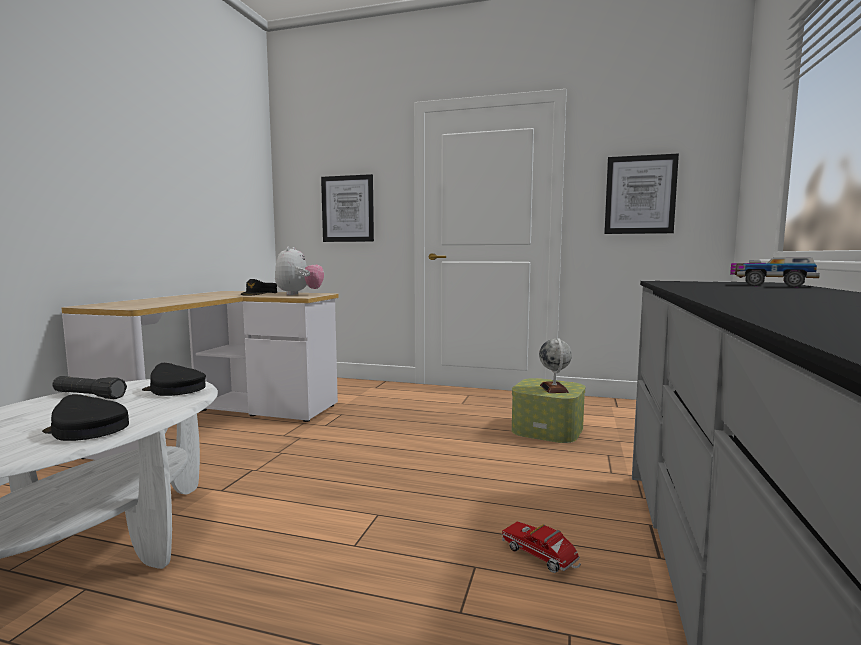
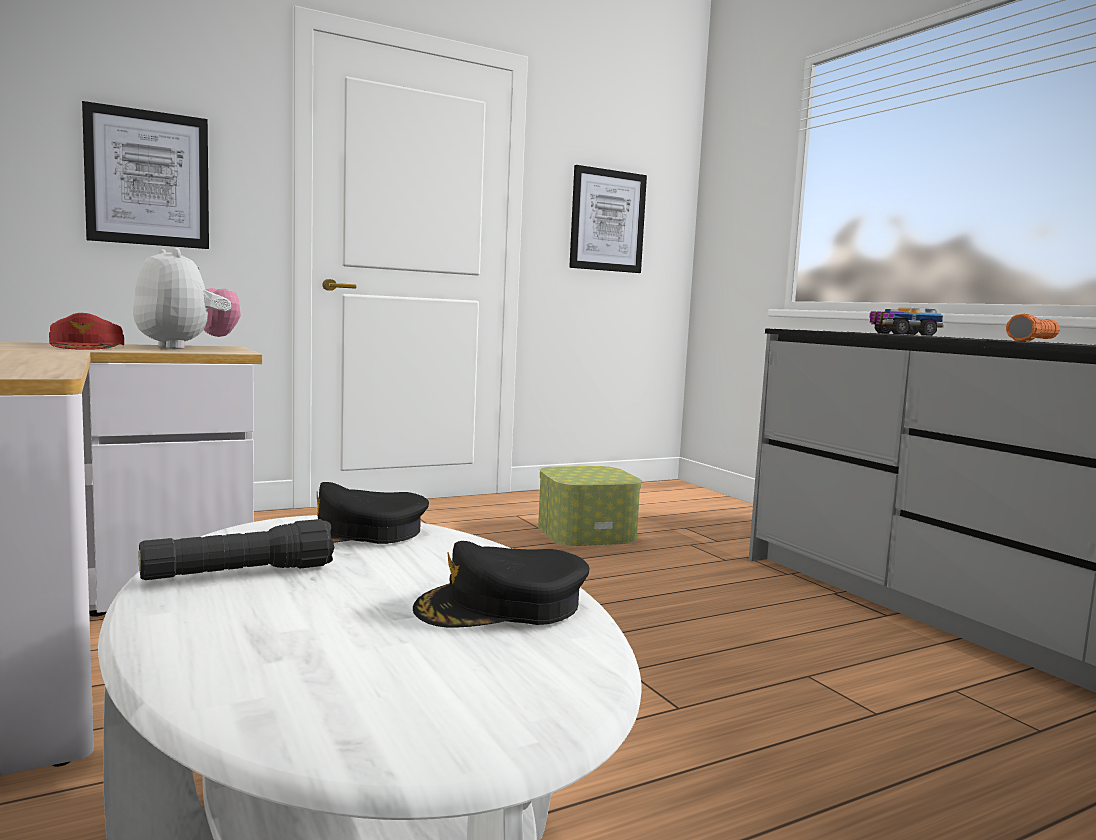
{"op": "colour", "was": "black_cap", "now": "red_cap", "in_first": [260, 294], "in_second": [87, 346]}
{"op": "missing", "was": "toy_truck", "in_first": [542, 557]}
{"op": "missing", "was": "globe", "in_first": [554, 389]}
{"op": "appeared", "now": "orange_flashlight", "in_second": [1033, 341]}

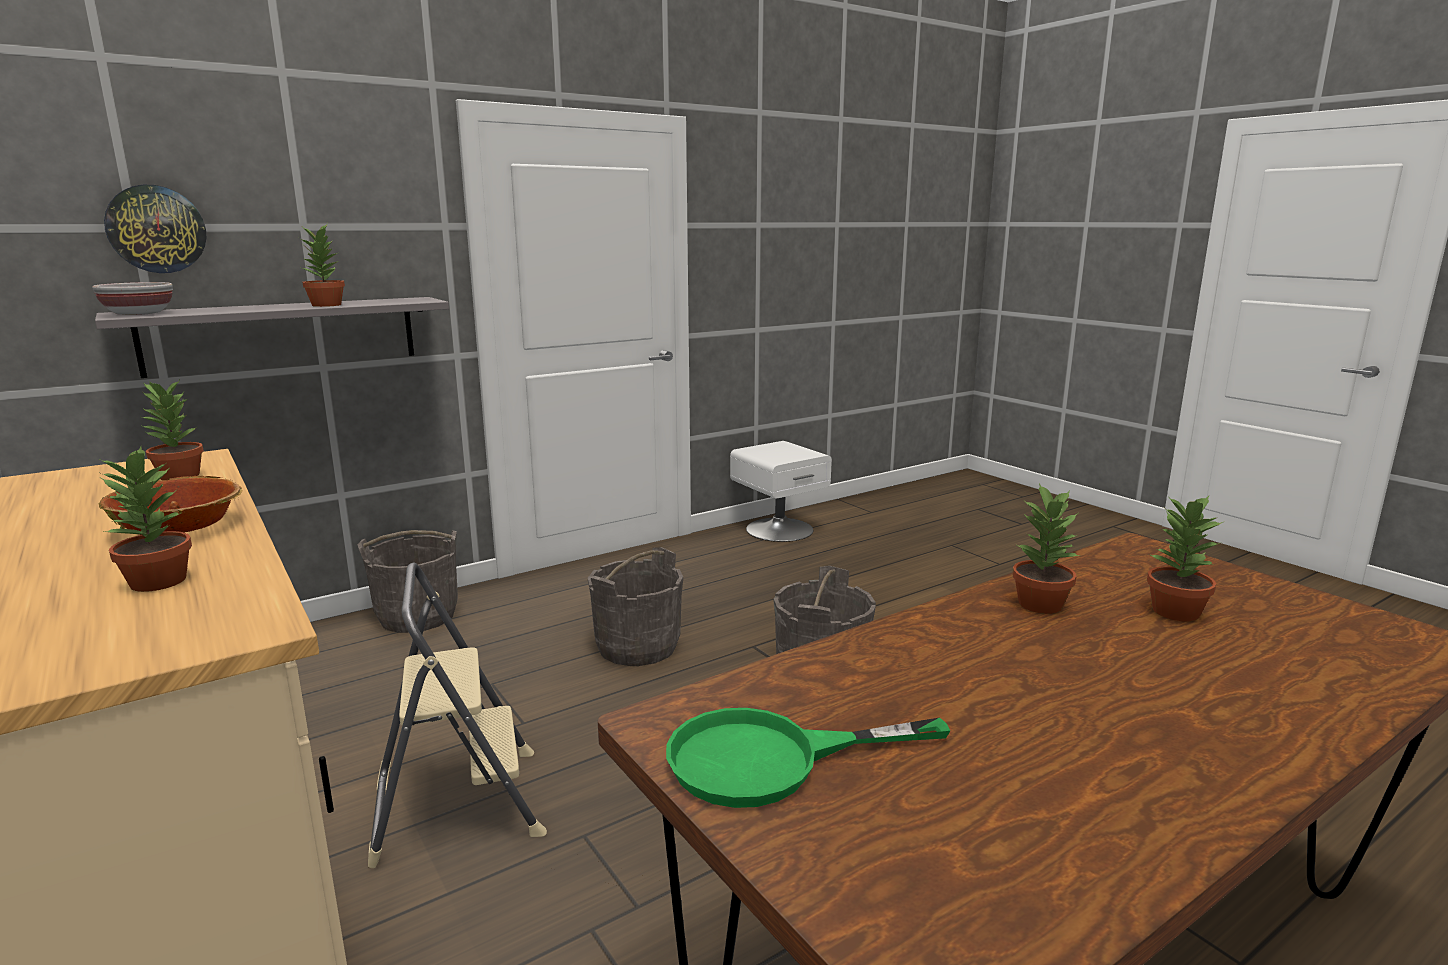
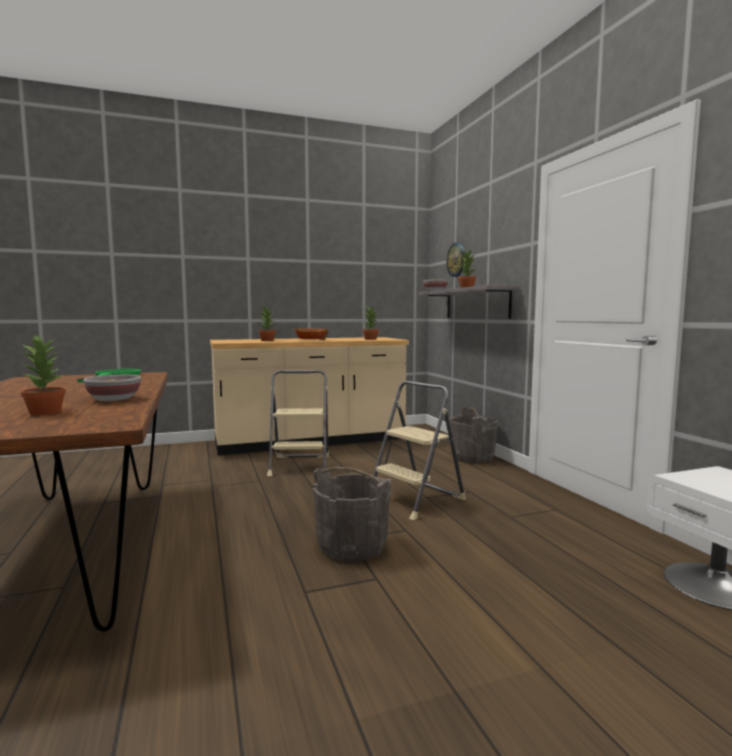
{"op": "exchanged", "was": "grey_bucket", "now": "beige_step_ladder", "in_first": [637, 647], "in_second": [418, 498]}
{"op": "exchanged", "was": "potted_plant", "now": "bowl", "in_first": [1040, 604], "in_second": [114, 399]}

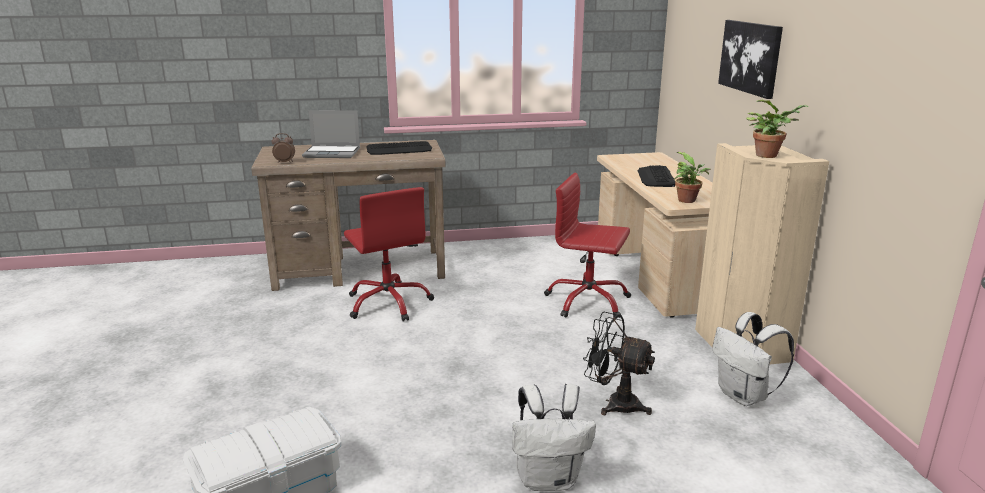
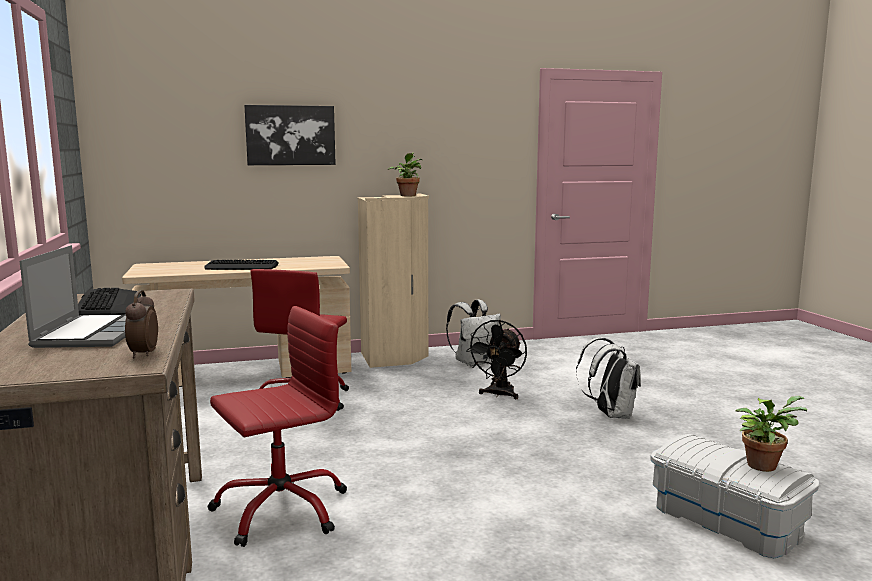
{"op": "relocated", "was": "potted_plant", "in_first": [688, 201], "in_second": [763, 464]}

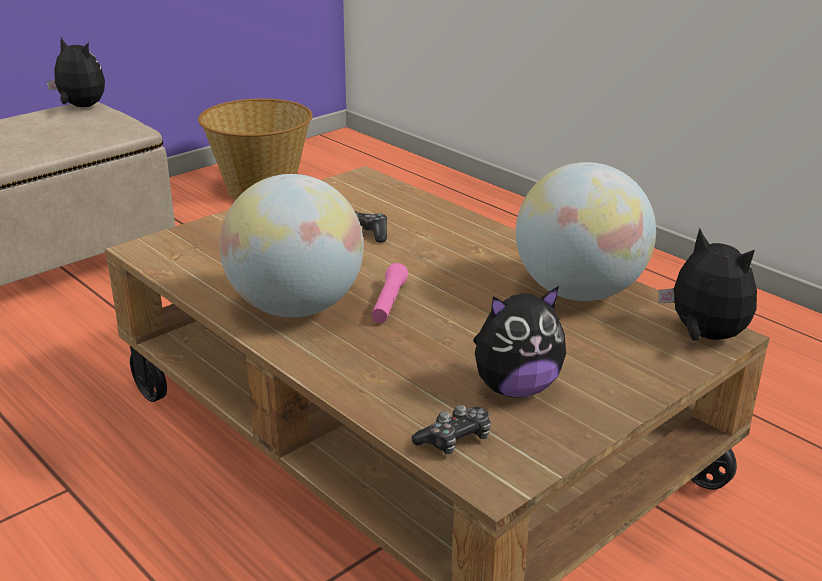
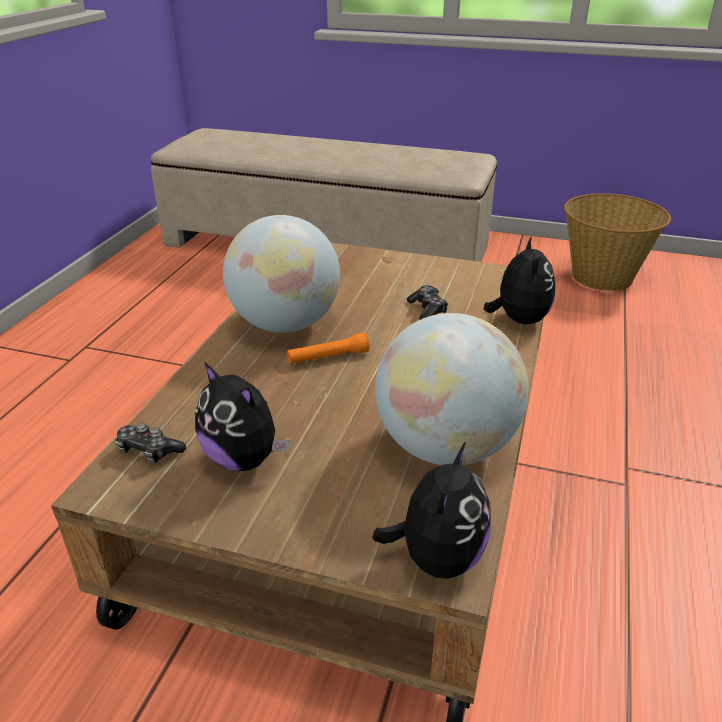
{"op": "relocated", "was": "plush_toy", "in_first": [81, 107], "in_second": [518, 320]}
{"op": "colour", "was": "pink_flashlight", "now": "orange_flashlight", "in_first": [388, 303], "in_second": [328, 357]}

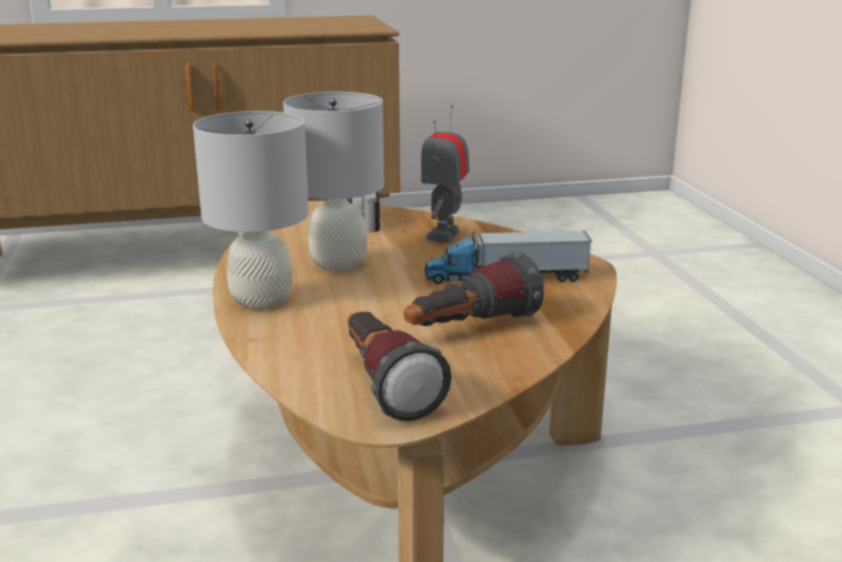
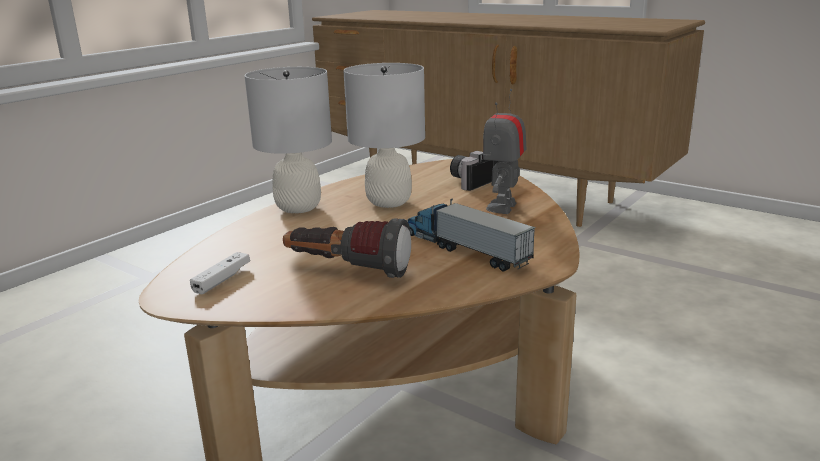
{"op": "exchanged", "was": "flashlight", "now": "white_game_controller", "in_first": [385, 386], "in_second": [222, 279]}
{"op": "spun", "was": "toy_robot", "in_first": [444, 236], "in_second": [502, 207], "clockwise": -45}

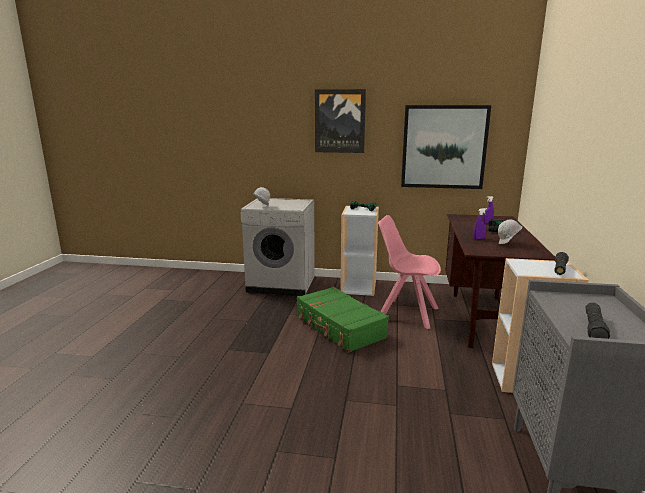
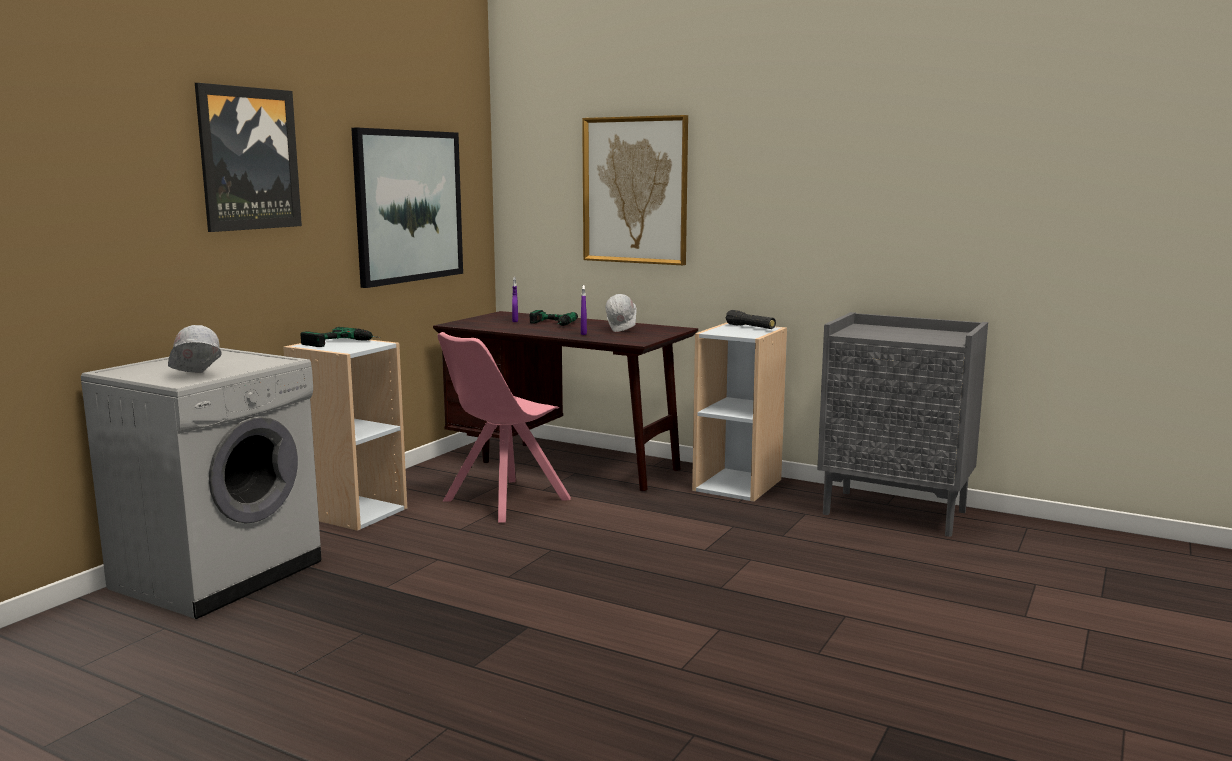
{"op": "missing", "was": "green_suitcase", "in_first": [339, 327]}
{"op": "missing", "was": "black_flashlight", "in_first": [594, 328]}
{"op": "appeared", "now": "picture", "in_second": [635, 190]}

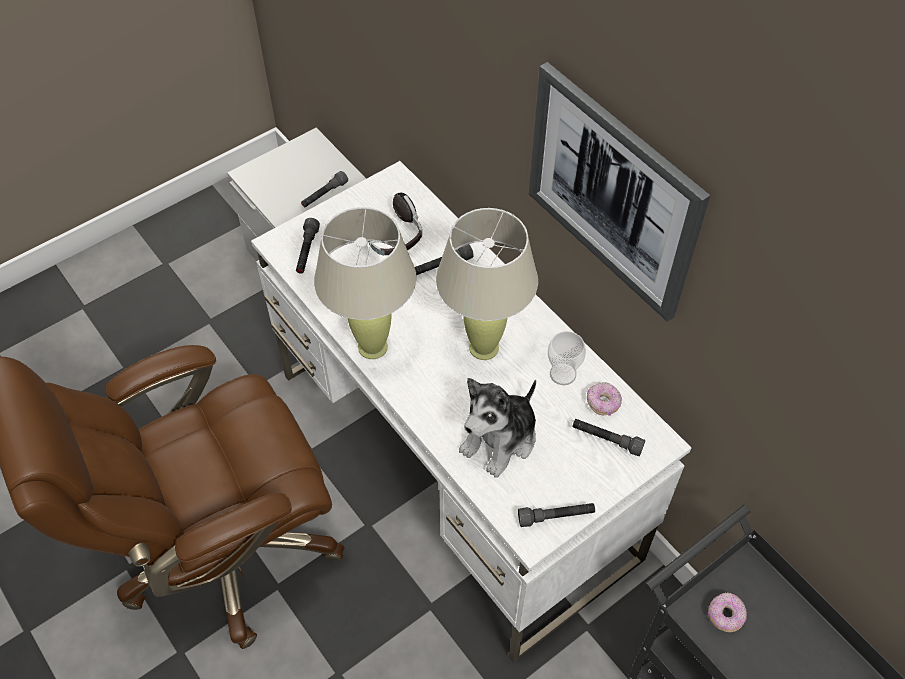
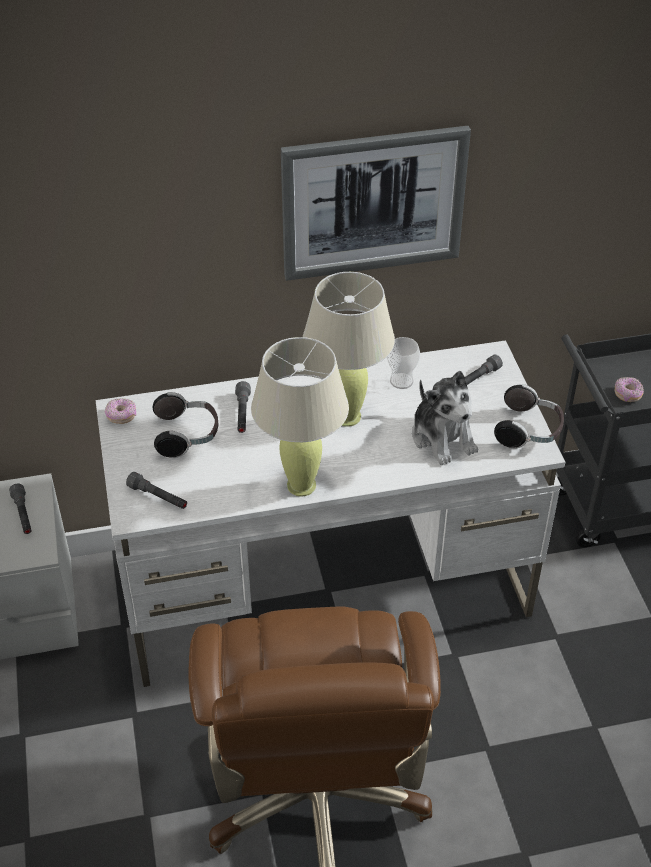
{"op": "exchanged", "was": "grey_flashlight", "now": "headphones", "in_first": [556, 517], "in_second": [529, 431]}
{"op": "relocated", "was": "donut", "in_first": [603, 403], "in_second": [121, 416]}

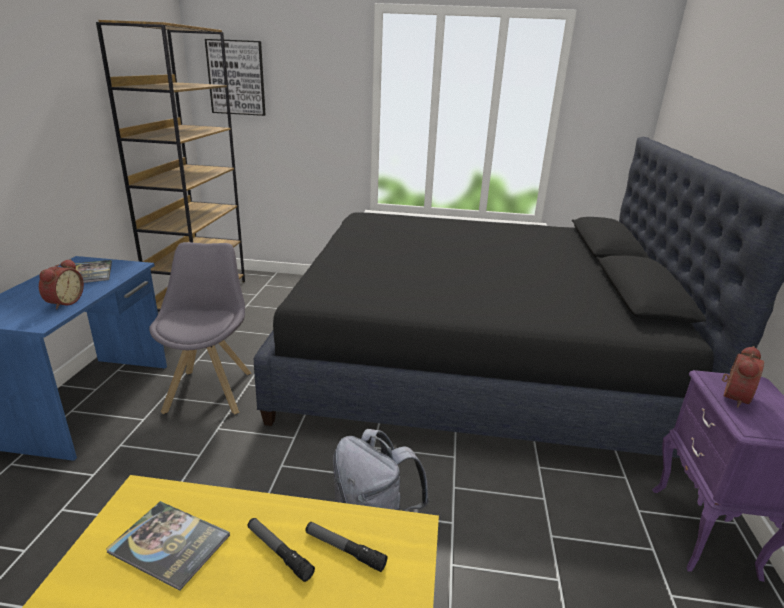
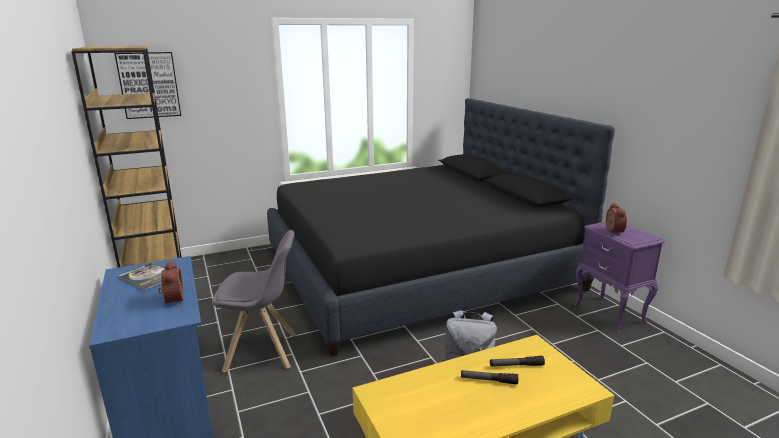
{"op": "missing", "was": "book", "in_first": [169, 544]}
{"op": "spun", "was": "grey_chair", "in_first": [210, 391], "in_second": [262, 352], "clockwise": 120}

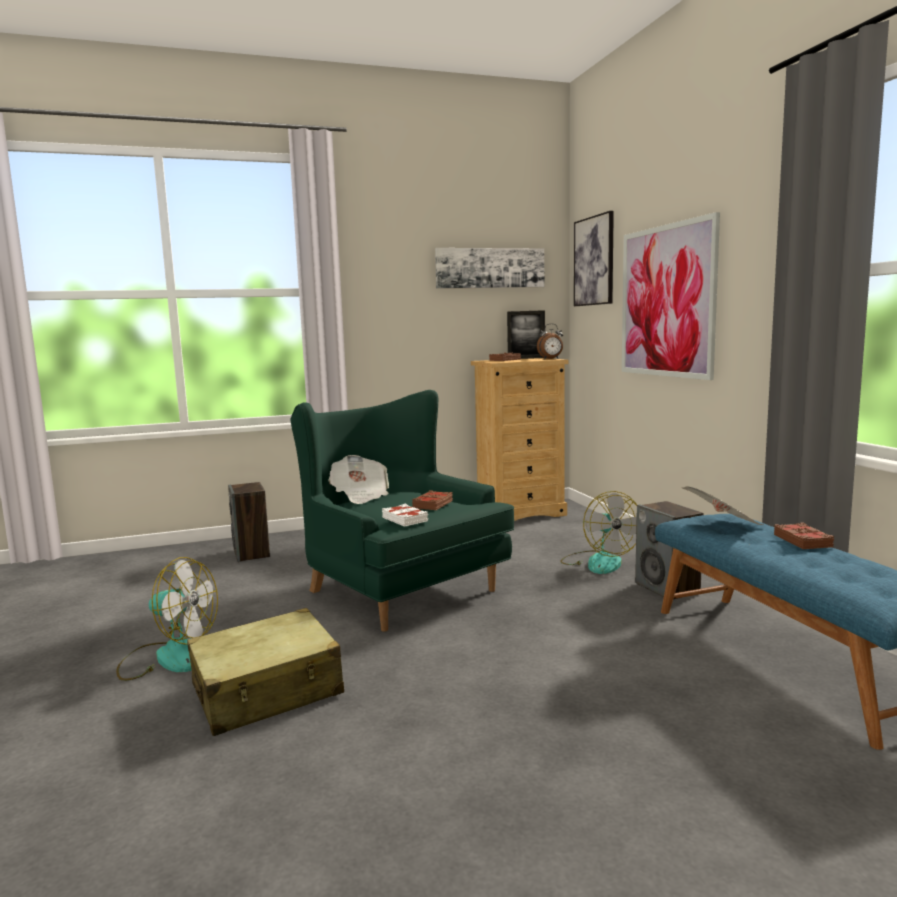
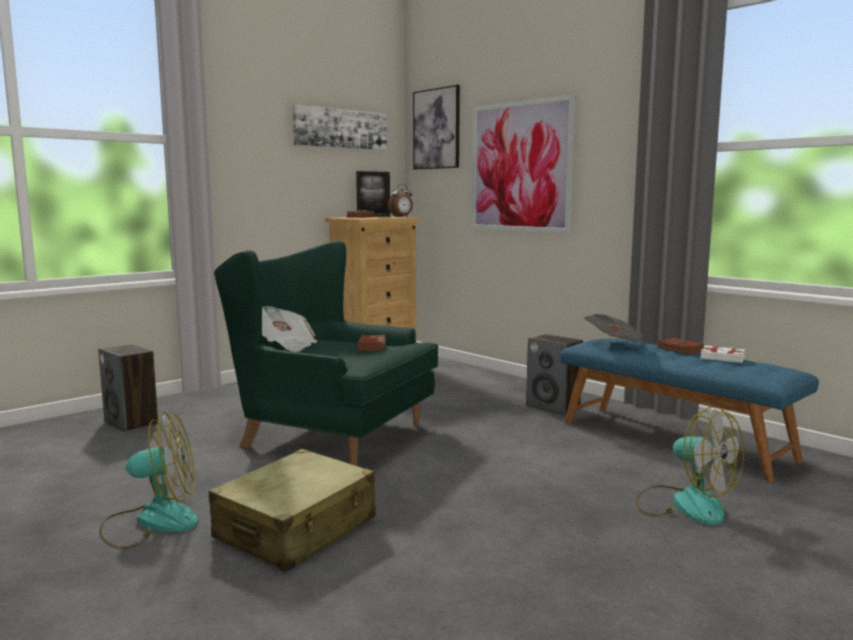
{"op": "relocated", "was": "white_book", "in_first": [405, 519], "in_second": [722, 358]}
{"op": "relocated", "was": "fan", "in_first": [598, 562], "in_second": [685, 504]}

